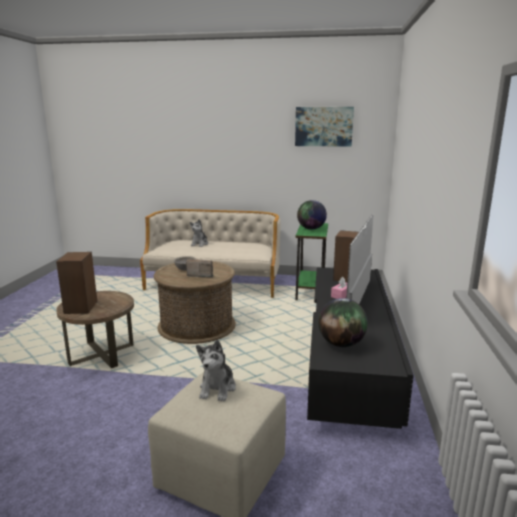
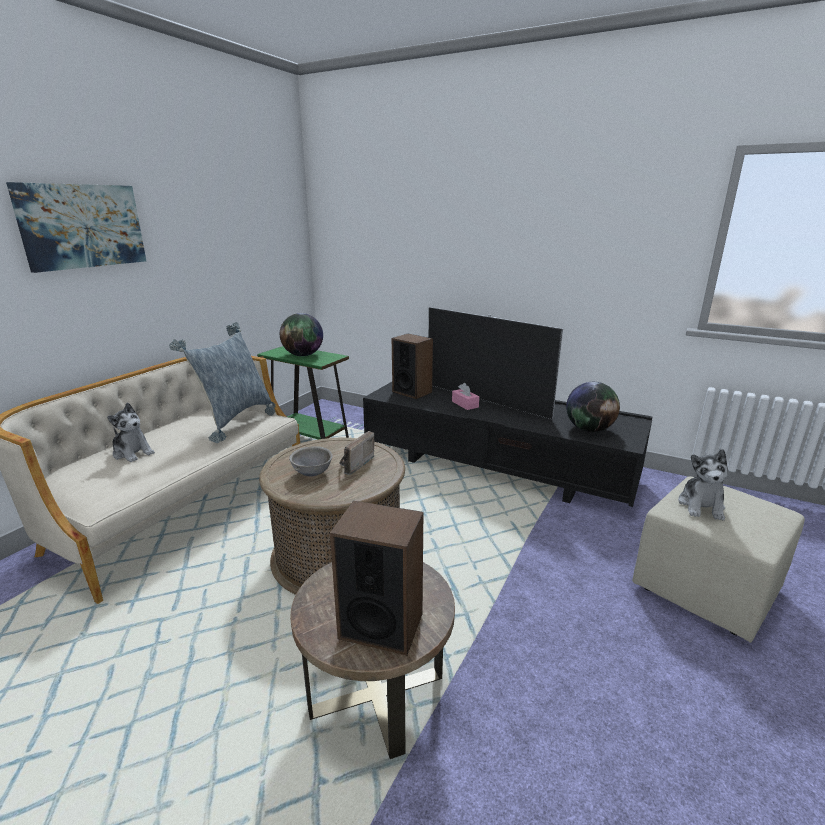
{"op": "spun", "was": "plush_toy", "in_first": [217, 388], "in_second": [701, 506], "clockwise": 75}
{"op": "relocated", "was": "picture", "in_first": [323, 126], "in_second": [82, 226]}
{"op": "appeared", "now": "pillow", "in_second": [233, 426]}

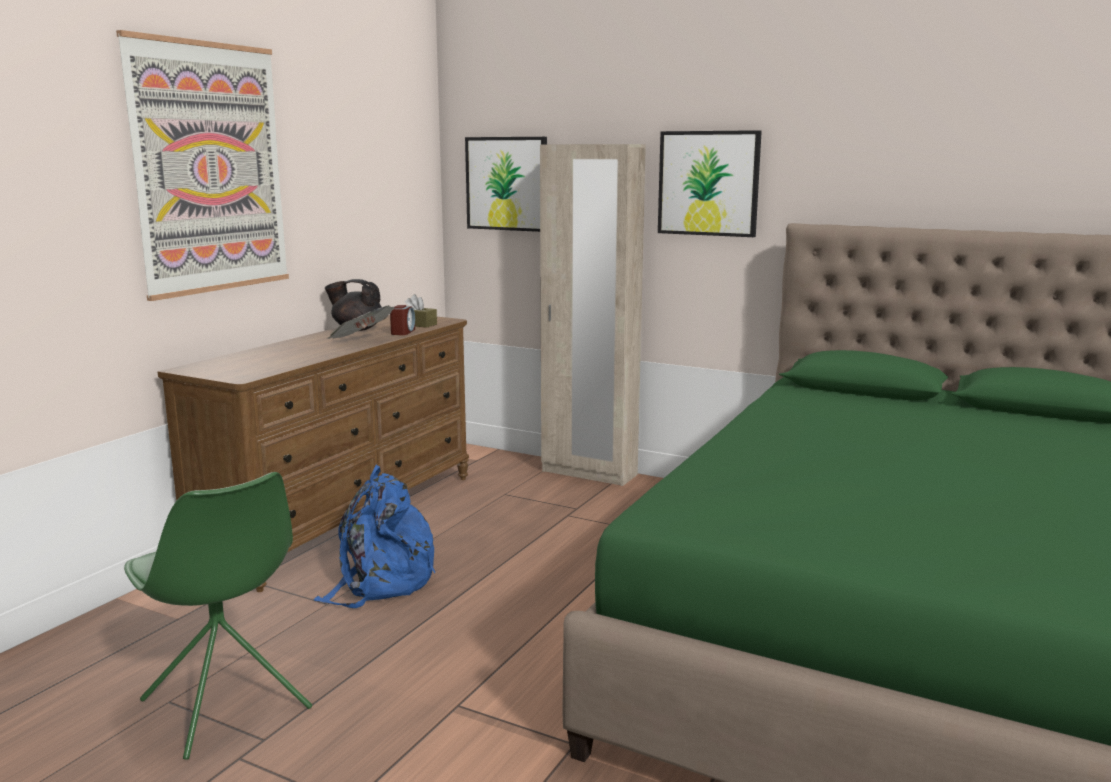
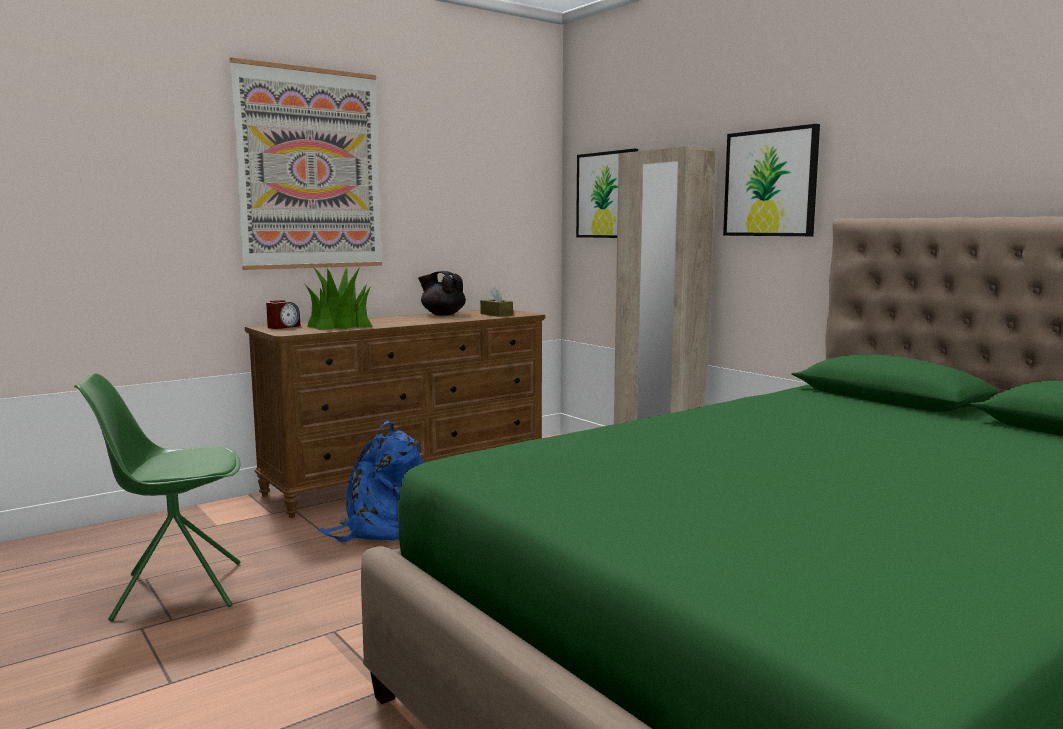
{"op": "spun", "was": "green_chair", "in_first": [226, 706], "in_second": [176, 590], "clockwise": 90}
{"op": "missing", "was": "newspaper", "in_first": [361, 341]}
{"op": "relocated", "was": "alarm_clock", "in_first": [403, 332], "in_second": [283, 327]}
{"op": "appeared", "now": "potted_plant", "in_second": [338, 325]}

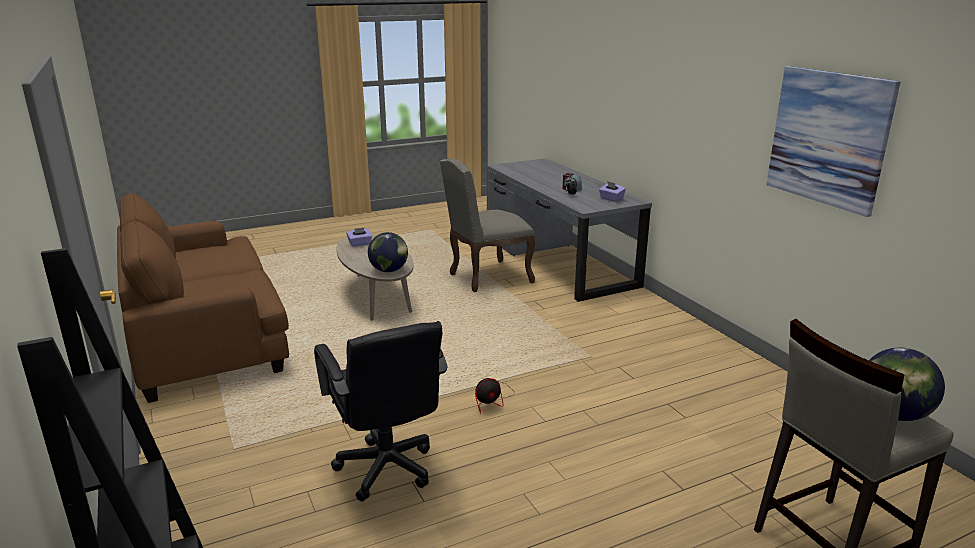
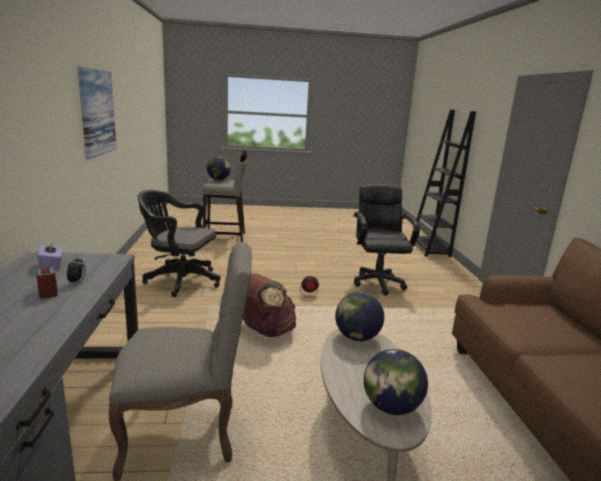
{"op": "exchanged", "was": "purple_tissue_box", "now": "globe", "in_first": [360, 244], "in_second": [391, 407]}
{"op": "appeared", "now": "black_office_chair", "in_second": [179, 280]}
{"op": "appeared", "now": "brown_backpack", "in_second": [265, 331]}

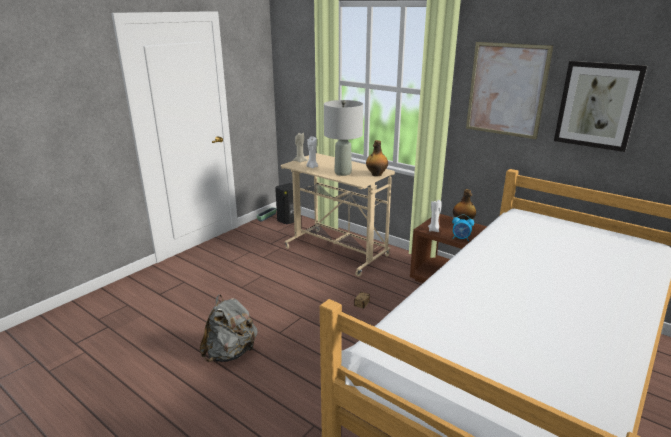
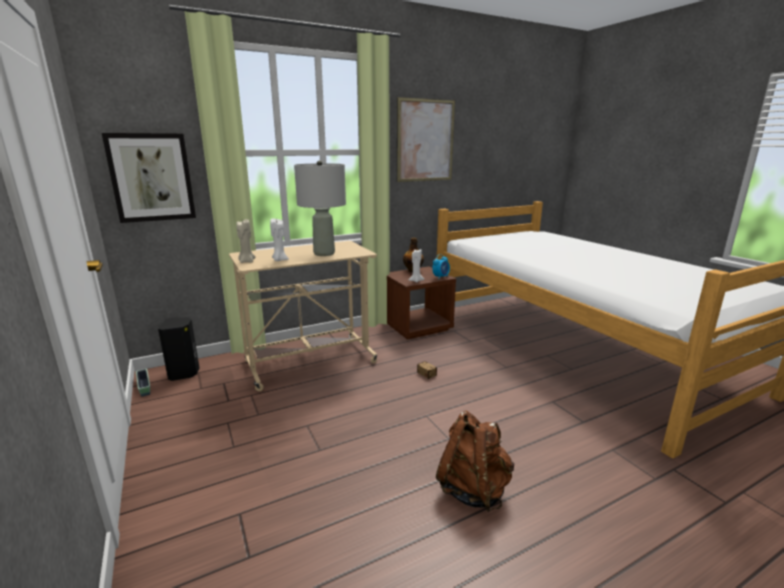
{"op": "colour", "was": "grey_backpack", "now": "brown_backpack", "in_first": [230, 353], "in_second": [473, 489]}
{"op": "missing", "was": "bottle", "in_first": [376, 174]}
{"op": "relocated", "was": "picture", "in_first": [597, 105], "in_second": [152, 177]}

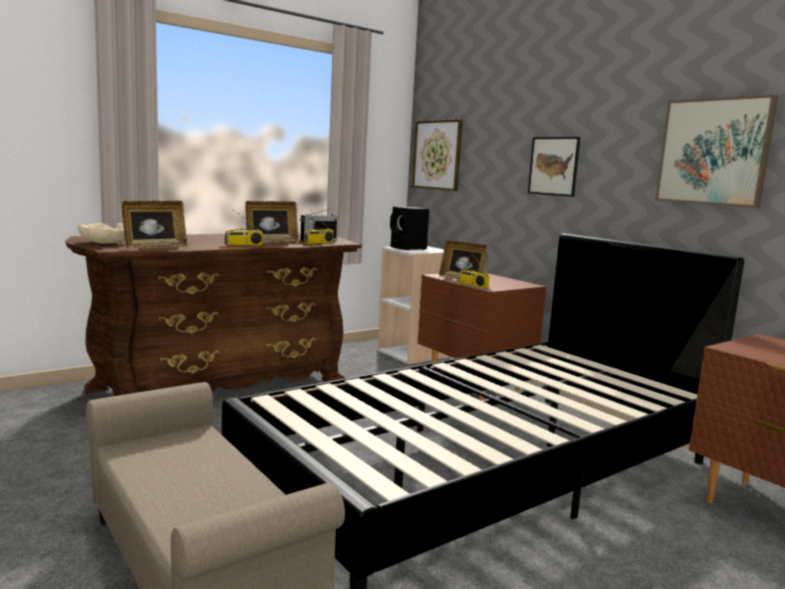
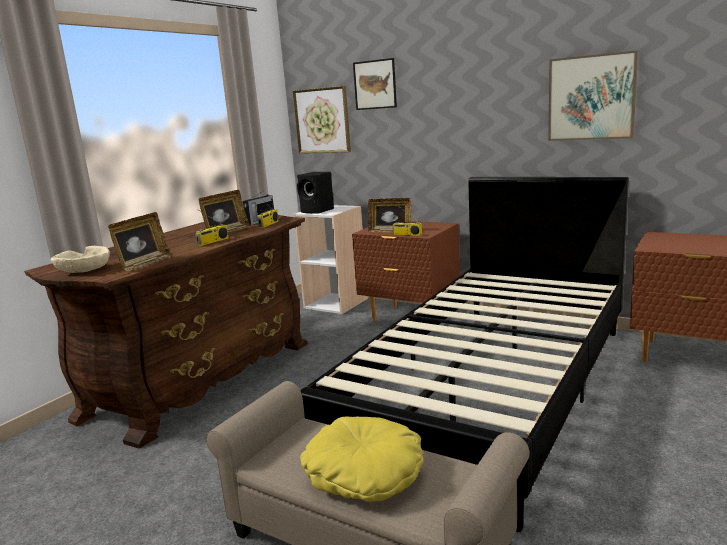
{"op": "relocated", "was": "picture", "in_first": [553, 166], "in_second": [375, 84]}
{"op": "appeared", "now": "yellow_pillow", "in_second": [366, 472]}

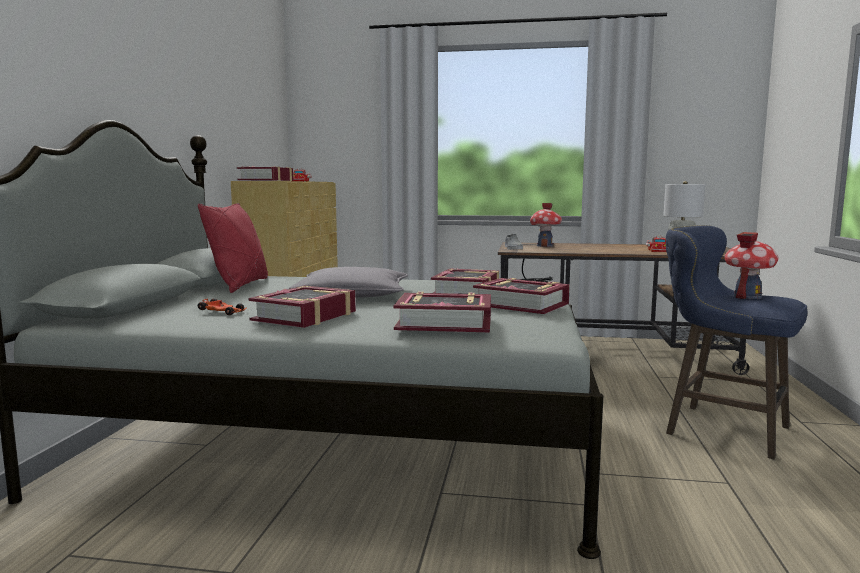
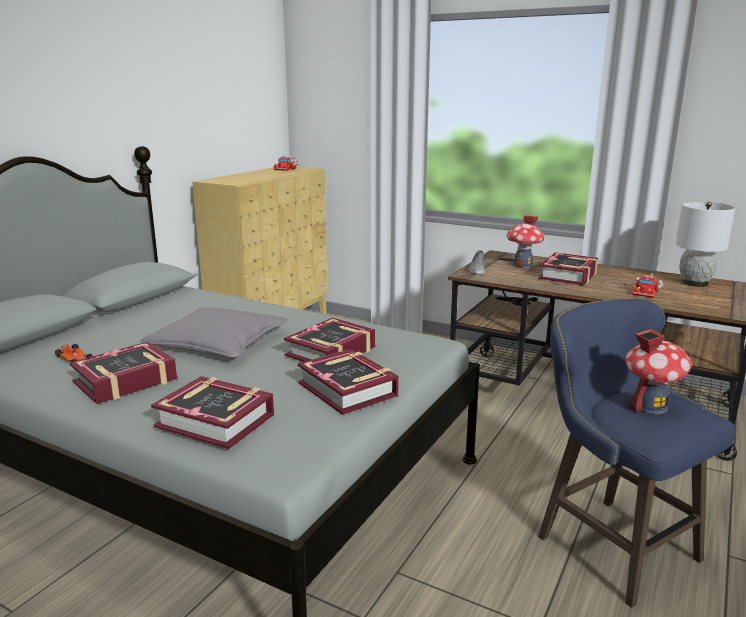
{"op": "missing", "was": "red_pillow", "in_first": [240, 285]}
{"op": "relocated", "was": "book", "in_first": [267, 180], "in_second": [568, 275]}

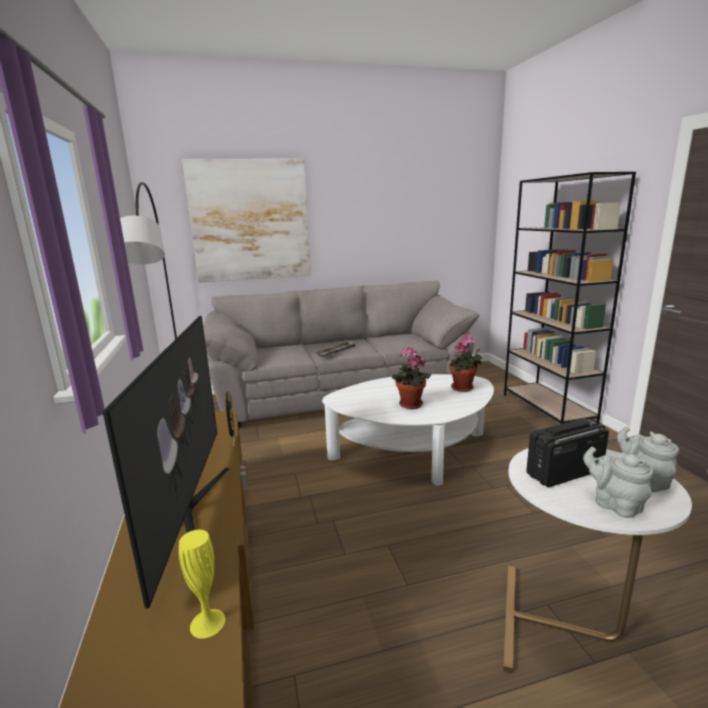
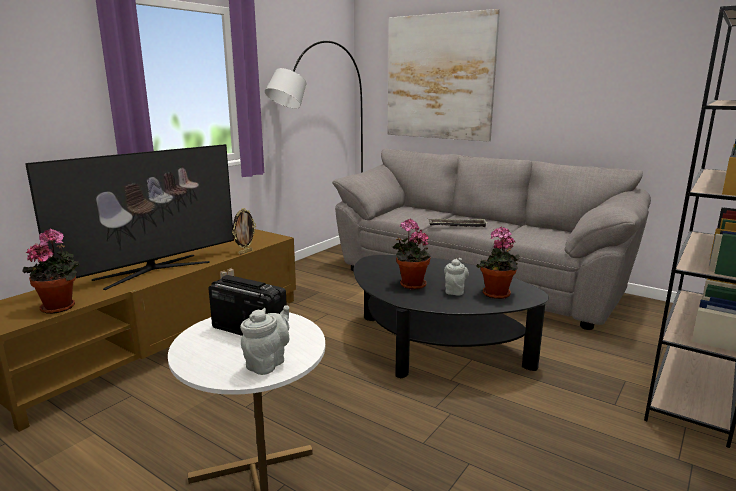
{"op": "exchanged", "was": "yellow_vase", "now": "potted_plant", "in_first": [207, 623], "in_second": [61, 306]}
{"op": "colour", "was": "white_coffee_table", "now": "black_coffee_table", "in_first": [413, 452], "in_second": [435, 347]}
{"op": "relocated", "was": "grey_teapot", "in_first": [614, 504], "in_second": [455, 290]}

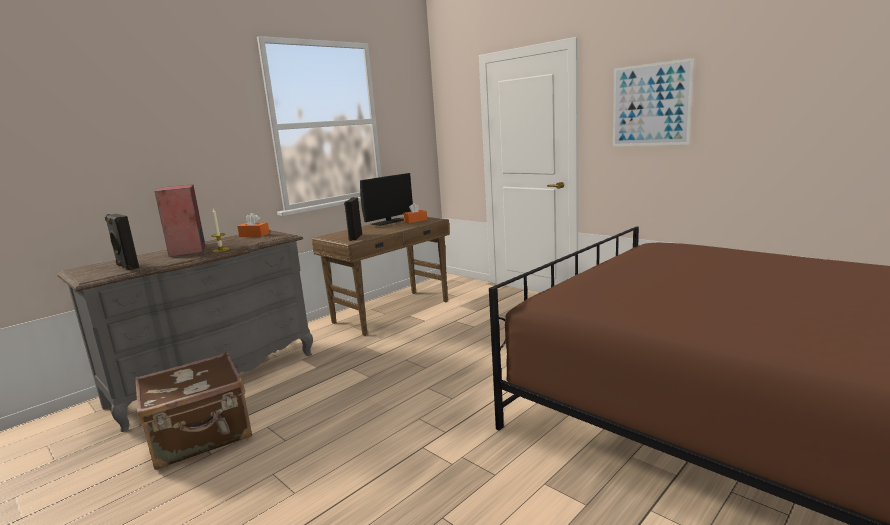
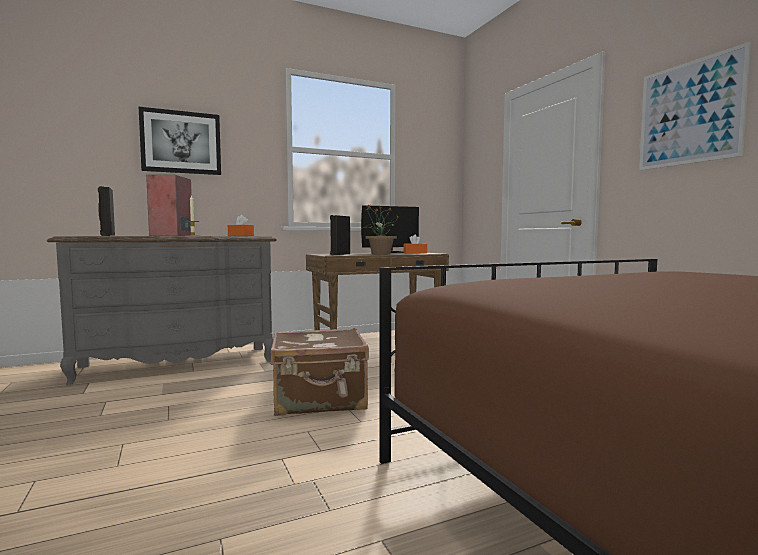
{"op": "relocated", "was": "brown_suitcase", "in_first": [201, 436], "in_second": [319, 400]}
{"op": "appeared", "now": "picture", "in_second": [181, 142]}
{"op": "appeared", "now": "potted_plant", "in_second": [380, 254]}

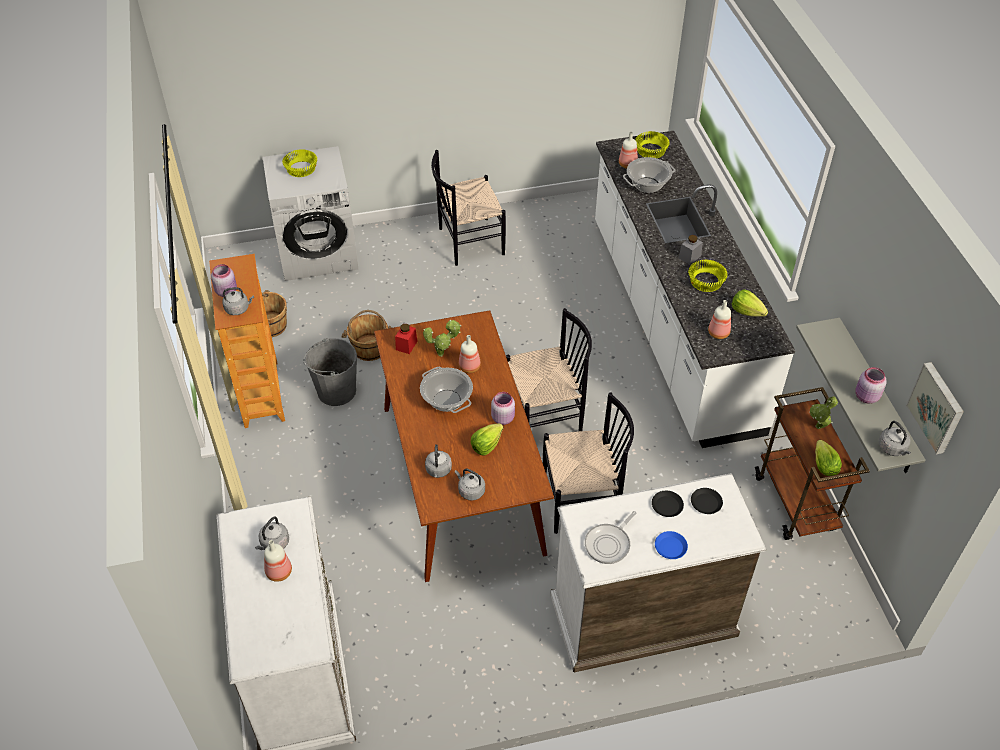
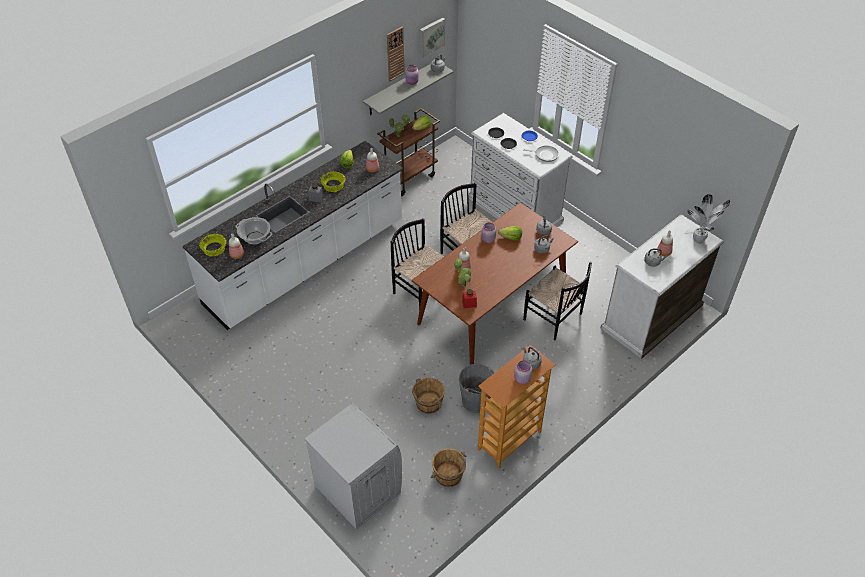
{"op": "missing", "was": "yellow_bowl", "in_first": [301, 169]}
{"op": "missing", "was": "cooking_pot", "in_first": [447, 400]}
{"op": "relocated", "was": "black_chair", "in_first": [468, 242], "in_second": [554, 318]}
{"op": "appeared", "now": "wall_clock", "in_second": [395, 54]}
{"op": "appeared", "now": "potted_plant", "in_second": [699, 240]}

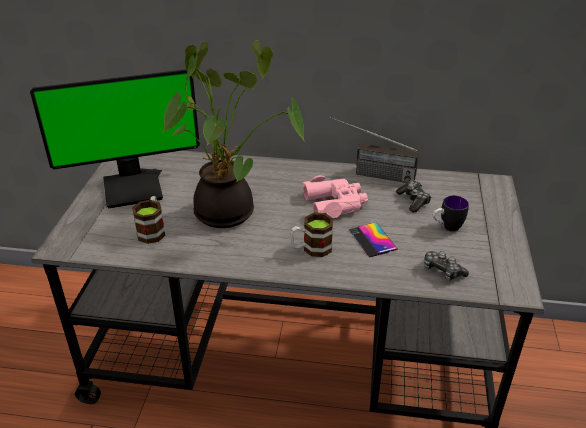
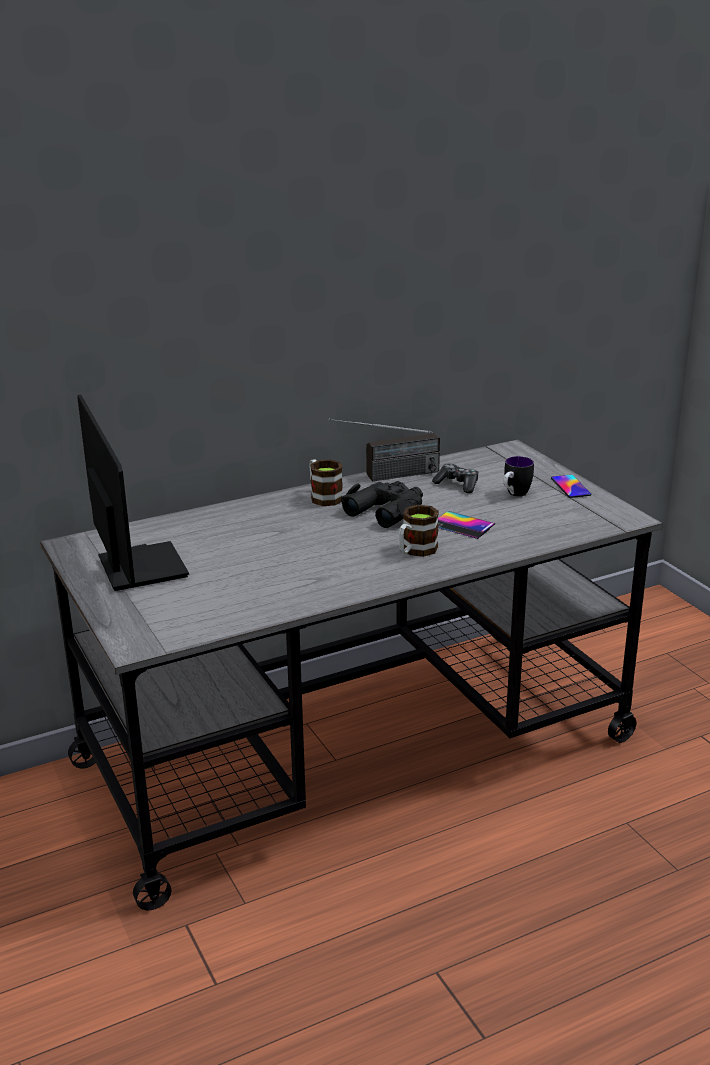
{"op": "spun", "was": "monitor", "in_first": [133, 187], "in_second": [137, 568], "clockwise": -60}
{"op": "relocated", "was": "mug", "in_first": [152, 230], "in_second": [323, 496]}
{"op": "missing", "was": "potted_plant", "in_first": [230, 213]}
{"op": "colour", "was": "pink_binoculars", "now": "black_binoculars", "in_first": [335, 204], "in_second": [387, 510]}
{"op": "missing", "was": "game_controller", "in_first": [442, 271]}
{"op": "appeared", "now": "phone", "in_second": [570, 487]}

